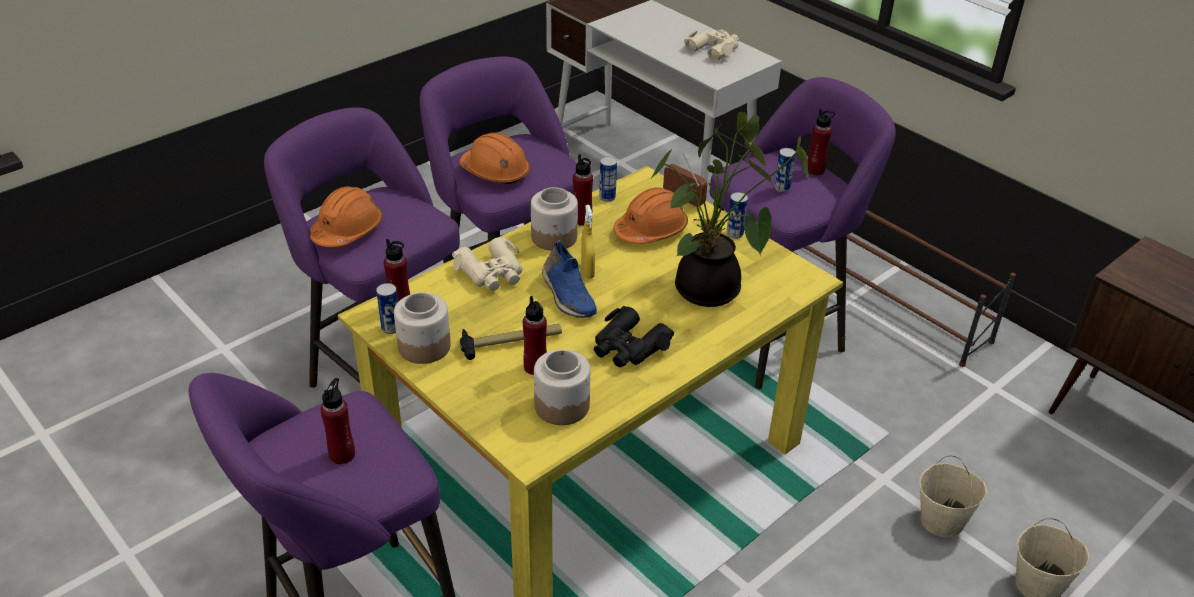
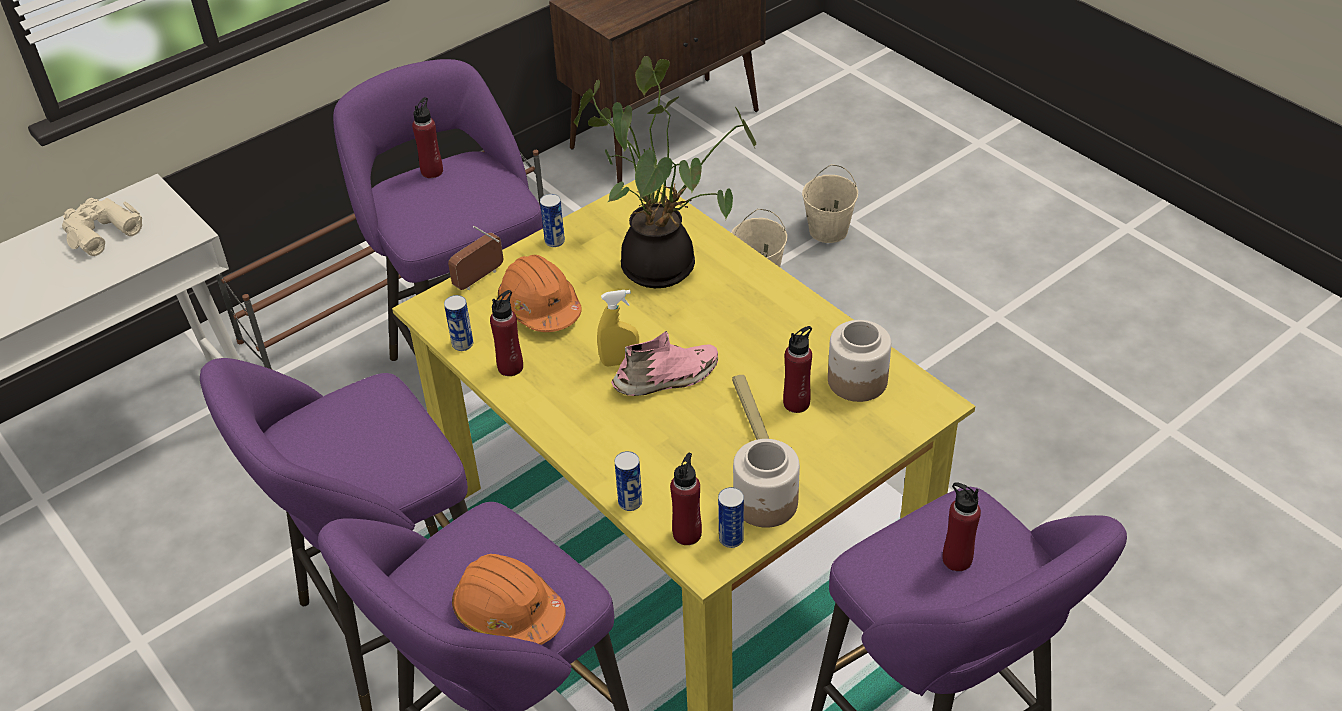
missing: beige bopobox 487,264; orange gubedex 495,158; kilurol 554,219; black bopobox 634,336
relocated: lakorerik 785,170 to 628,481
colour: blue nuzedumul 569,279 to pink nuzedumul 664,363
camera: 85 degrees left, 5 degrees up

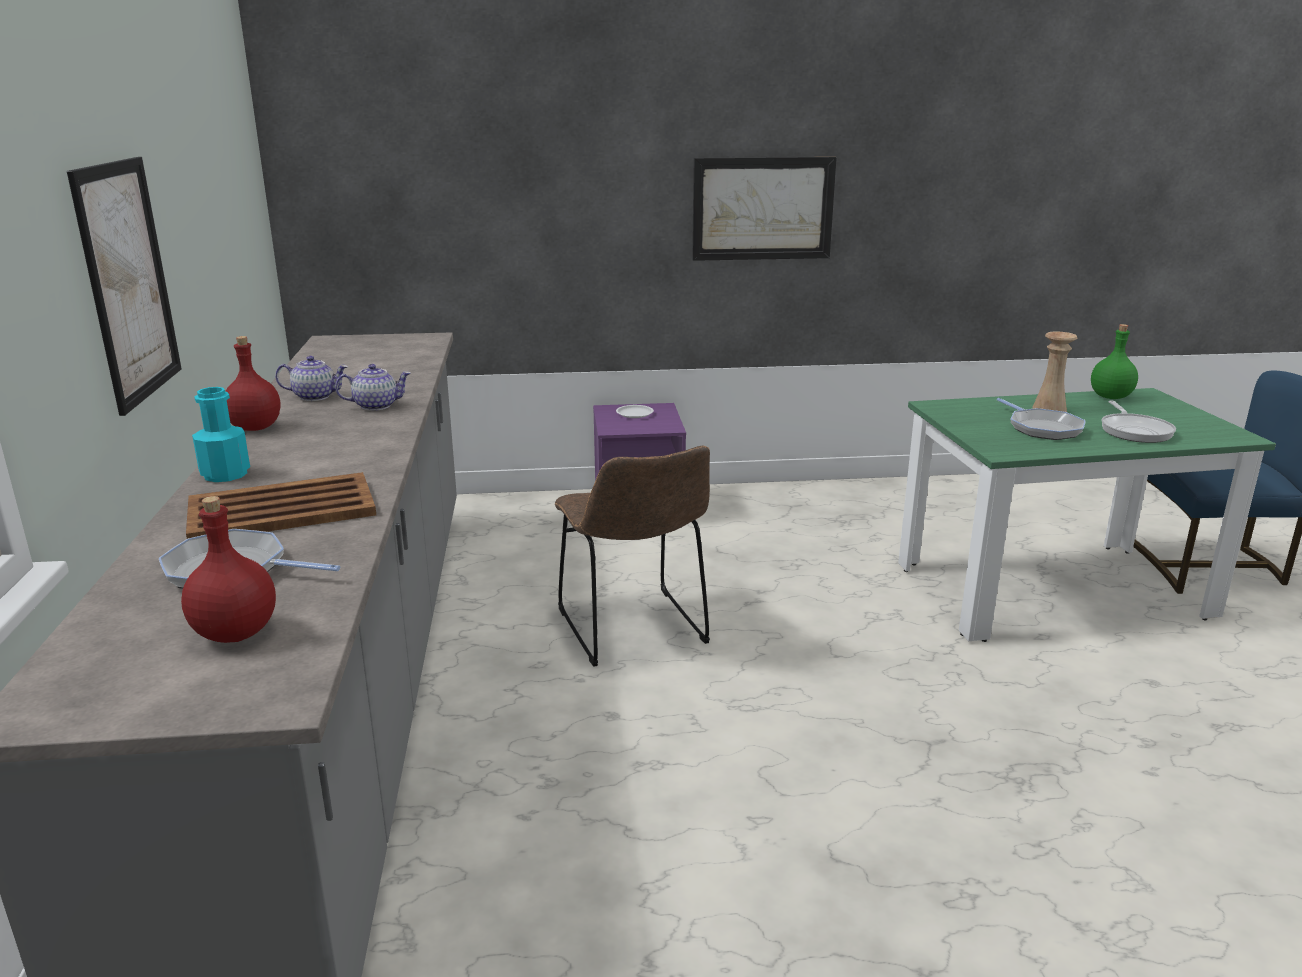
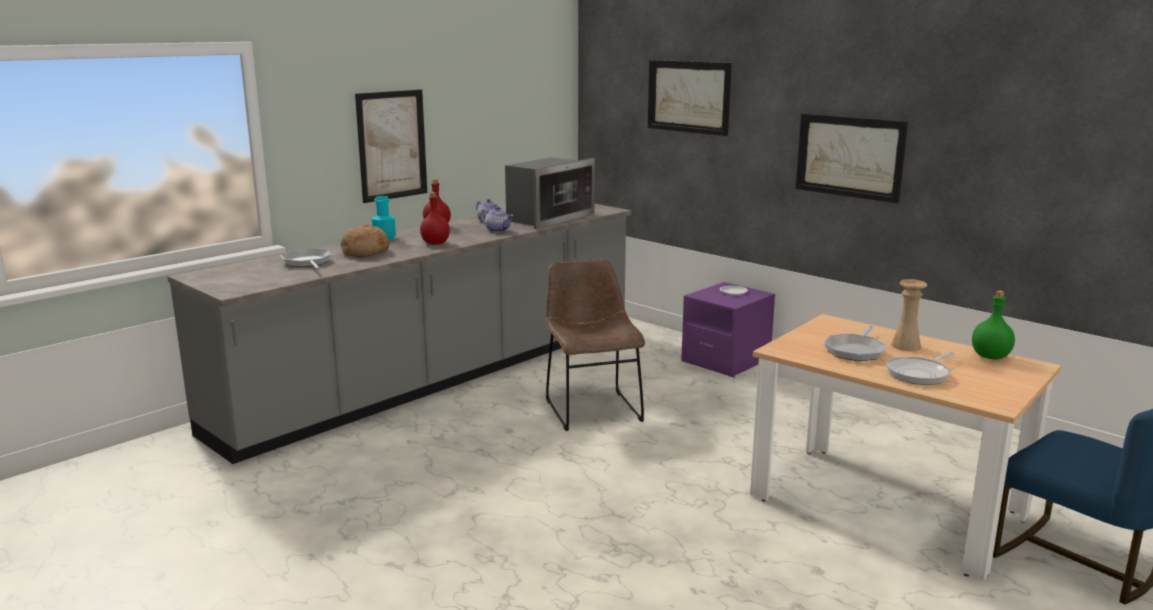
appeared: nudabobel 550,193; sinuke 690,98
relocated: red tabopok 228,569 to 435,218
exchanged: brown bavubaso 281,505 to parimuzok 365,240
colour: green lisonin 1087,515 to beige lisonin 905,447
spun: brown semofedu 632,556 = 595,345 135 degrees clockwise
camera: 50 degrees right, 5 degrees down

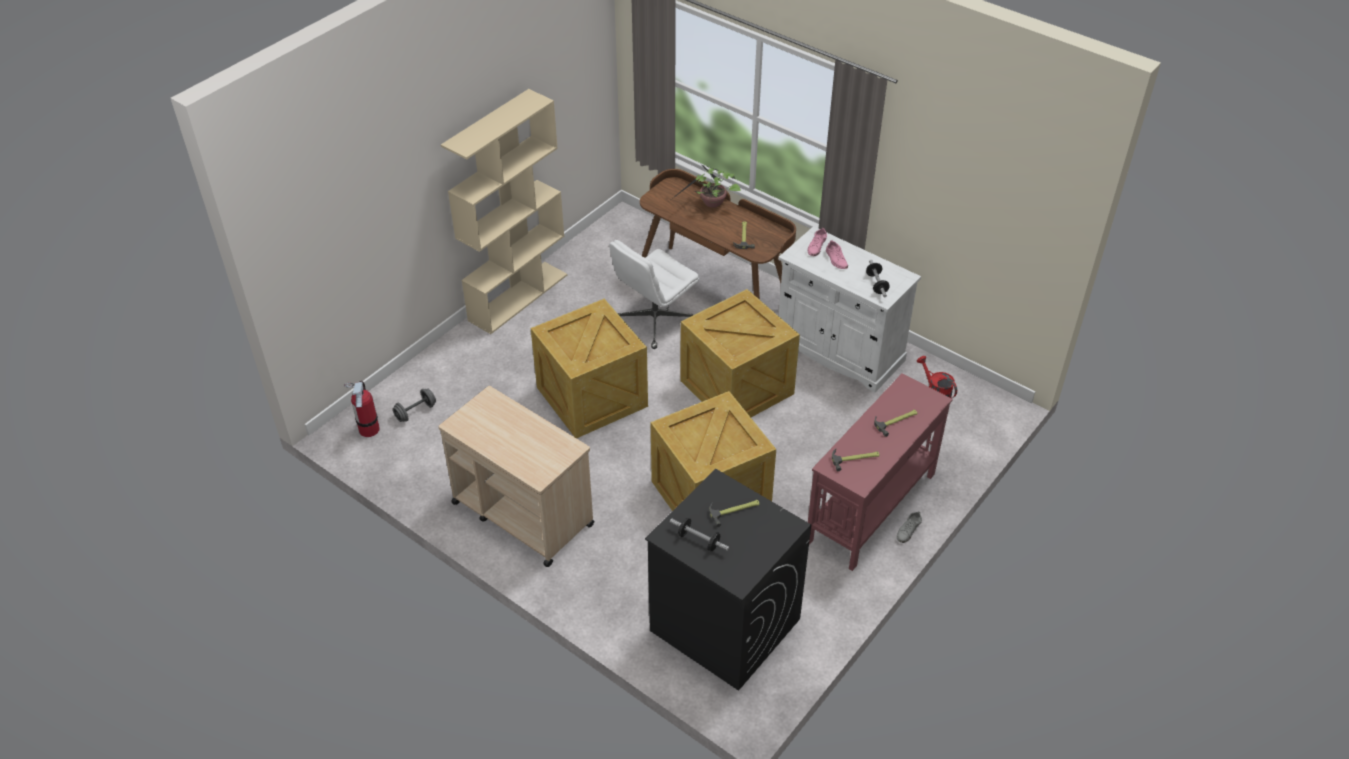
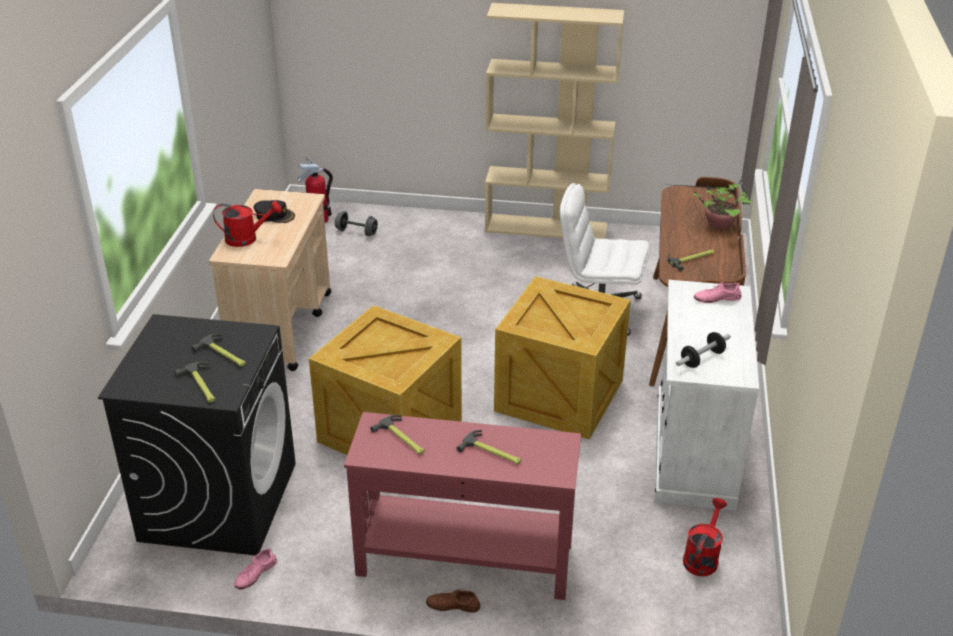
missing: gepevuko 589,368; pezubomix 699,534
appeared: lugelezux 195,382; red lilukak 247,224; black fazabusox 274,211
relocated: pink nuzedumul 837,254 to 255,569
colour: grey nuzedumul 909,527 to brown nuzedumul 453,601
camera: 60 degrees right, 10 degrees down

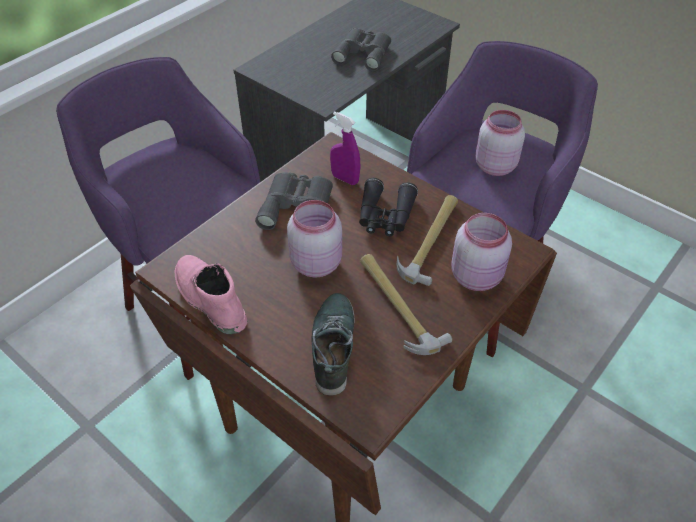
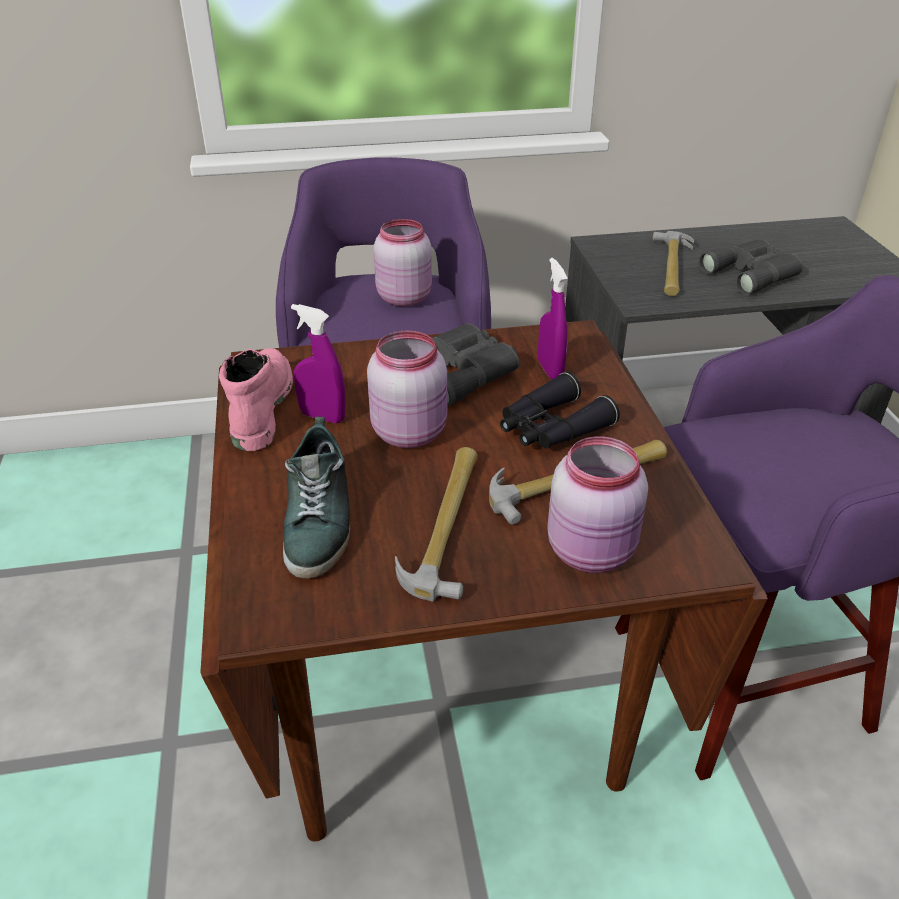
appeared: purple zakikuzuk 318,363; lugelezux 673,263
relocated: pink kilurol 500,143 to 402,262
spun: nuzedumul 333,344 = 316,497 135 degrees clockwise
camera: 40 degrees right, 10 degrees down

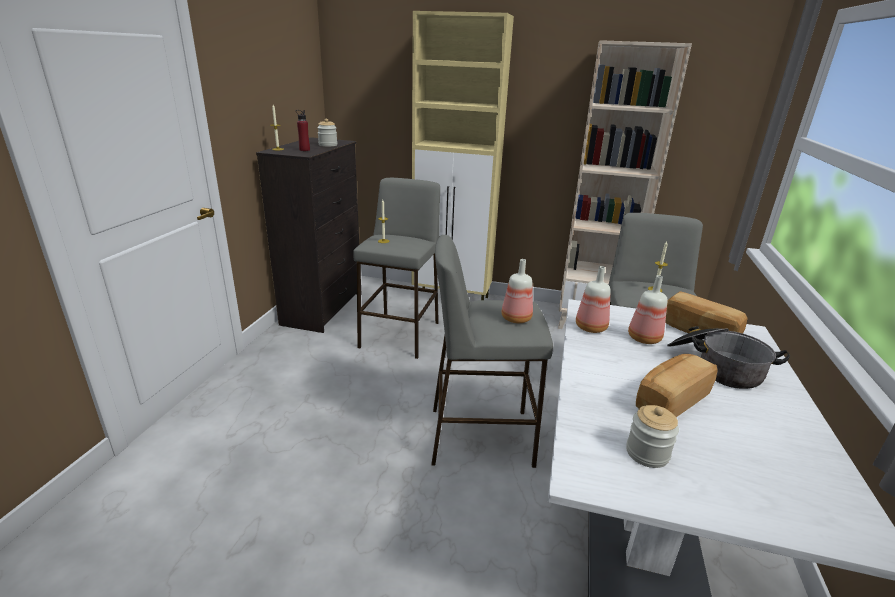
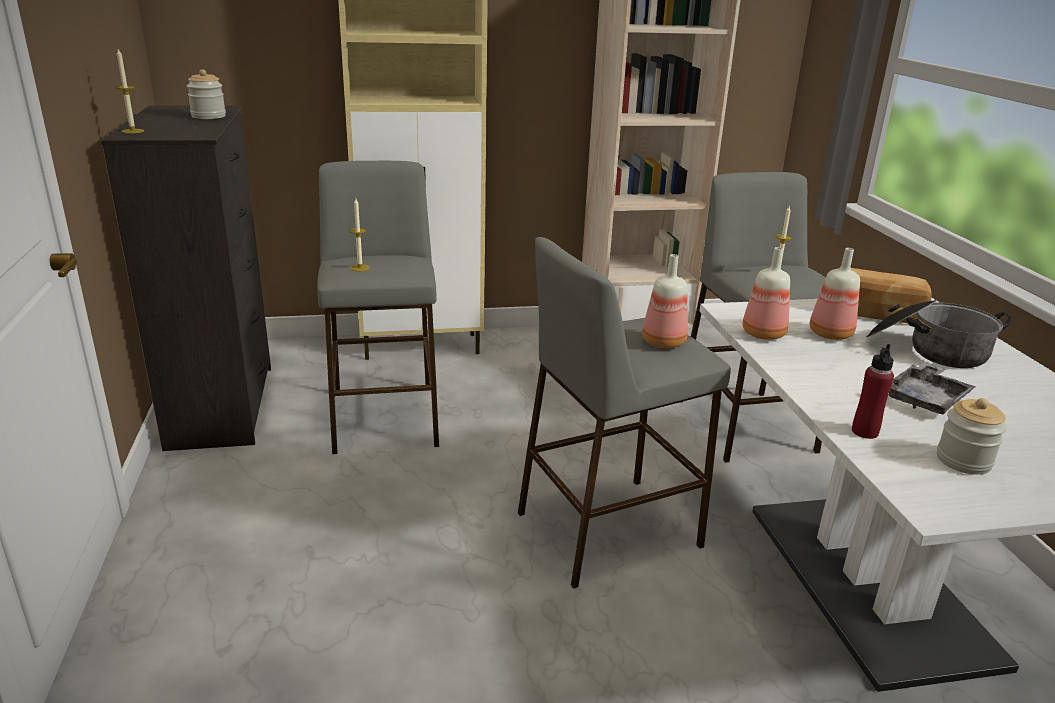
relocated: red tabopok 303,130 to 873,391
exchanged: parimuzok 676,385 to grey bavubaso 932,388
camera: 25 degrees left, 0 degrees up

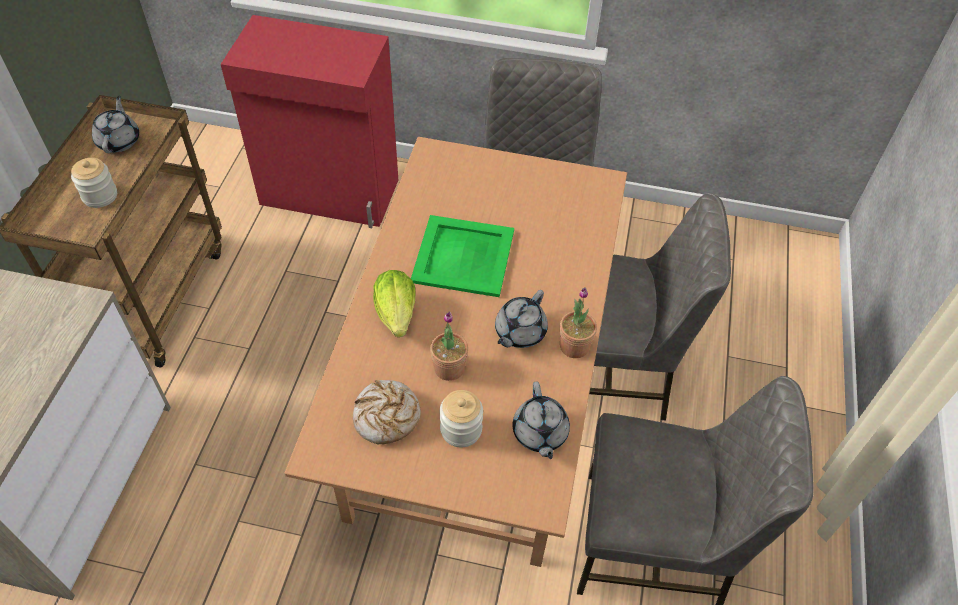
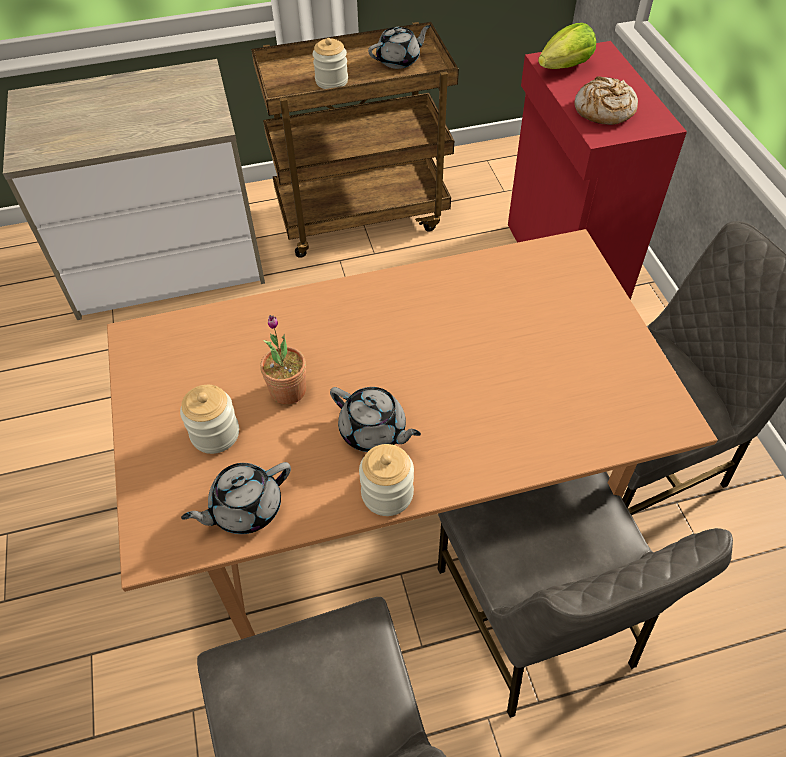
missing: green bavubaso 462,256
relocated: parimuzok 387,412 to 606,100; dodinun 394,303 to 567,46
exchanged: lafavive 578,322 to kilurol 386,480
spun: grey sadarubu 521,319 = 375,419 150 degrees counterclockwise
camera: 65 degrees right, 0 degrees up

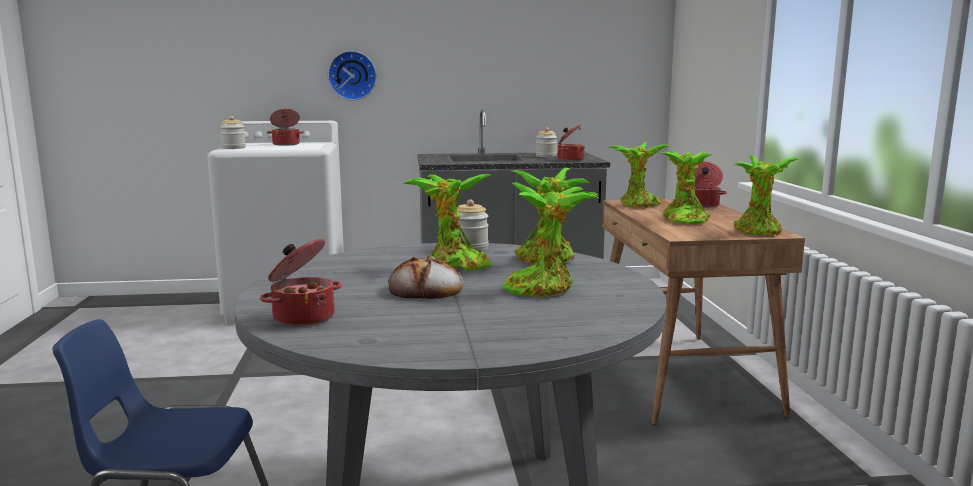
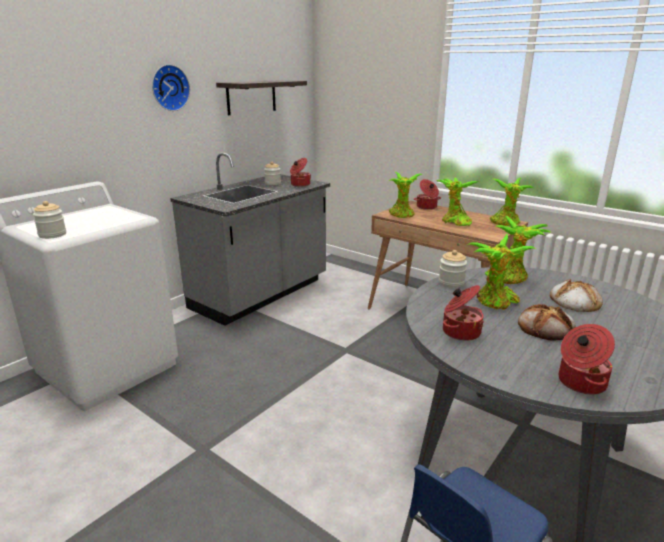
appeared: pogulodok 261,97
relocated: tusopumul 286,127 to 463,313; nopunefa 352,76 to 171,87
exchanged: lafavive 551,239 to parimuzok 576,295
camera: 45 degrees left, 10 degrees up

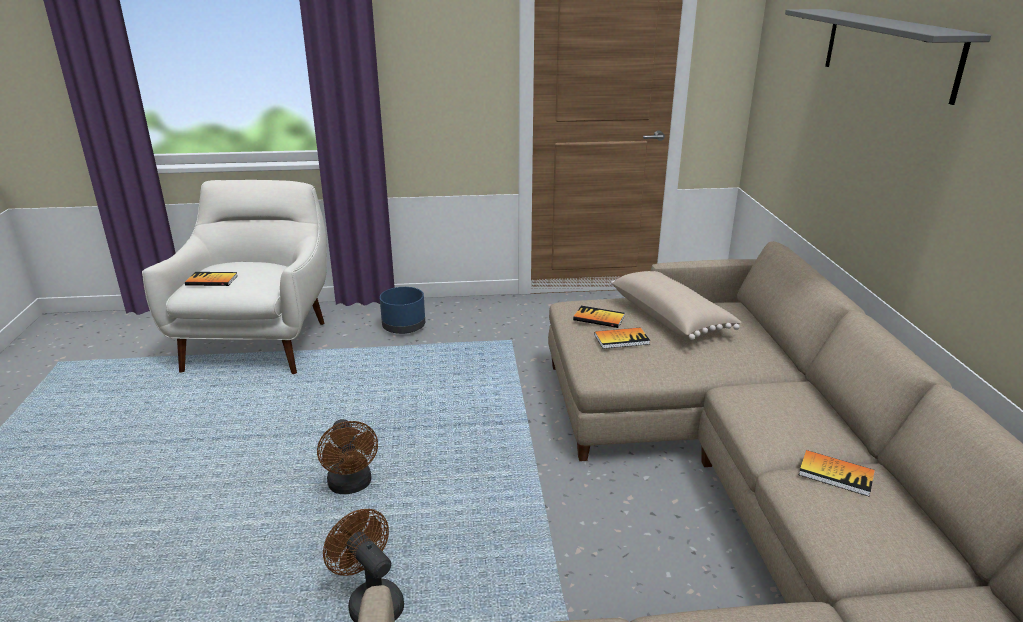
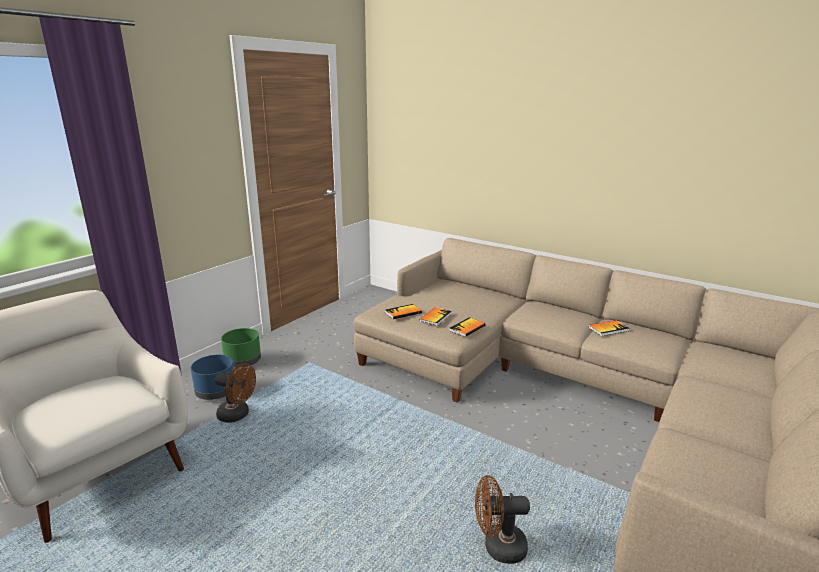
missing: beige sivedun 676,305; grey pogulodok 888,57
appeared: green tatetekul 241,348
relocated: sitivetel 211,279 to 467,327; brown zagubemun 347,456 to 235,393
camera: 50 degrees left, 5 degrees down

